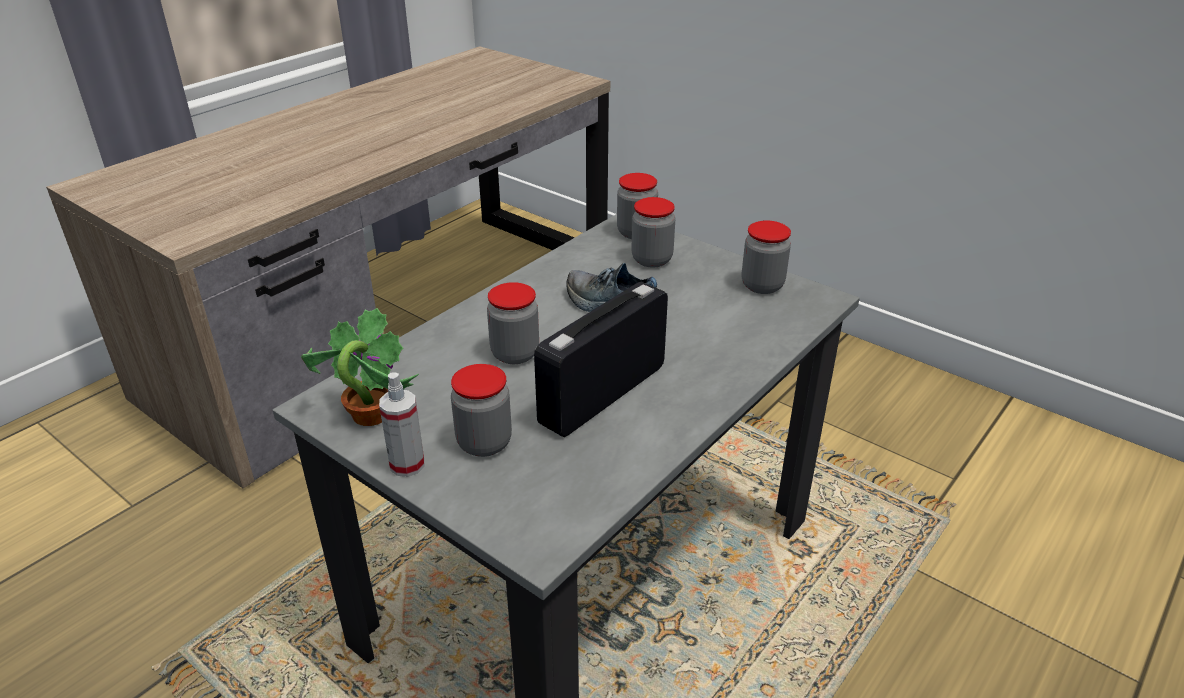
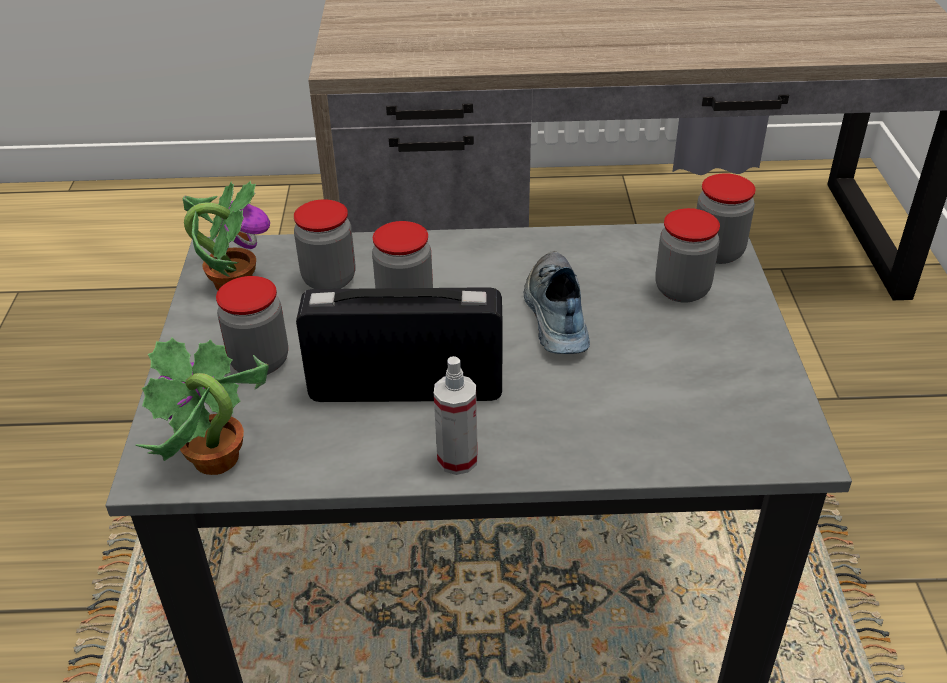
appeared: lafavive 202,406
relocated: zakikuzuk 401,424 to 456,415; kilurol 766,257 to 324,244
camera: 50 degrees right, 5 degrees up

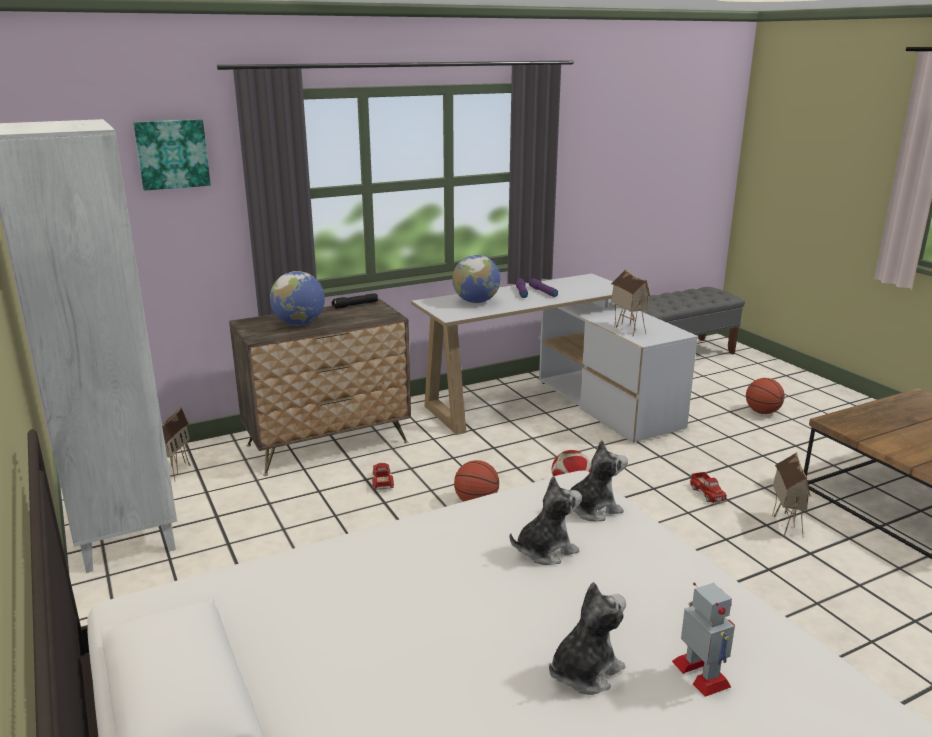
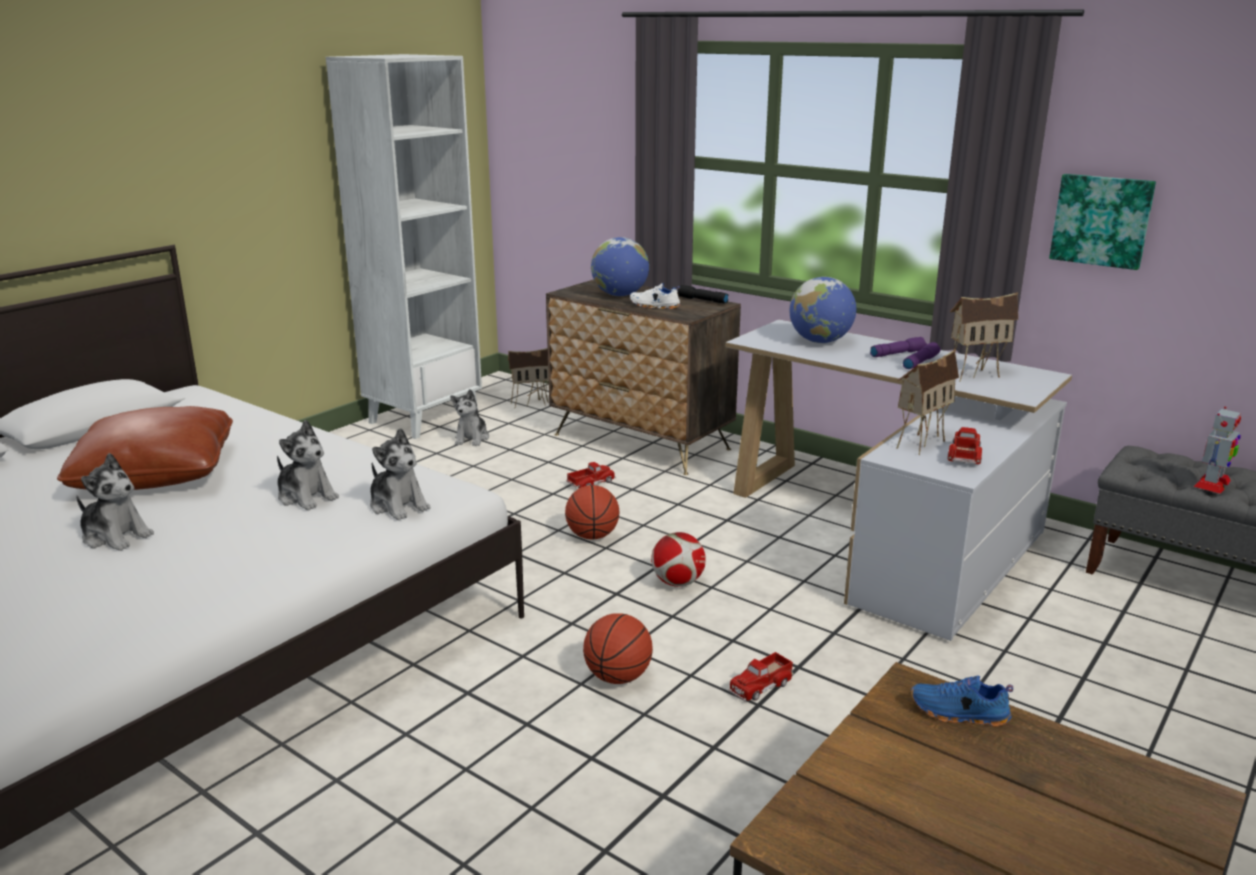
appeared: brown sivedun 145,448; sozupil 469,417; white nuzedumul 655,296; blue nuzedumul 962,701; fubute 964,445
relocated: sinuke 172,155 to 1102,222; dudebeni 703,639 to 1217,450; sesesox 765,396 to 618,648; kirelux 791,495 to 984,337
camera: 65 degrees right, 0 degrees up

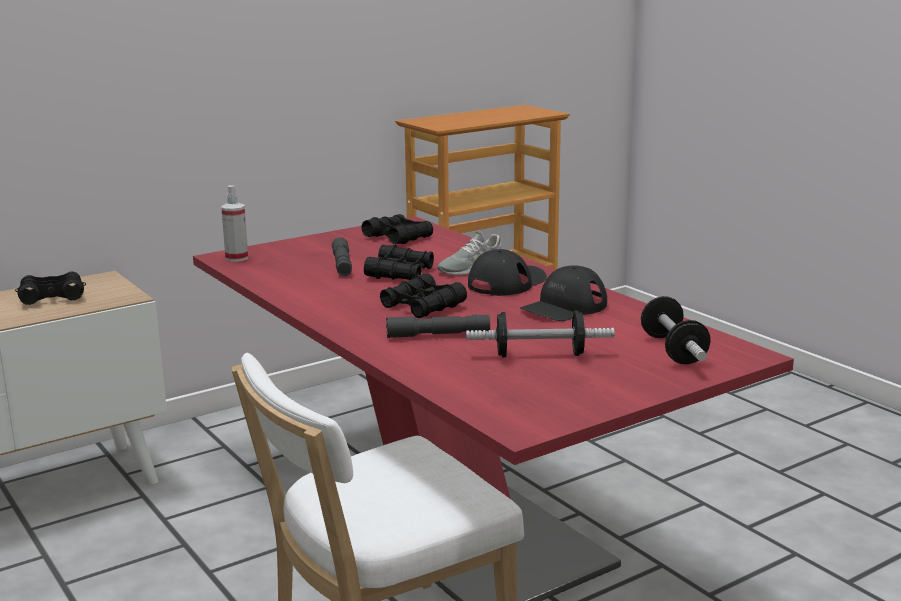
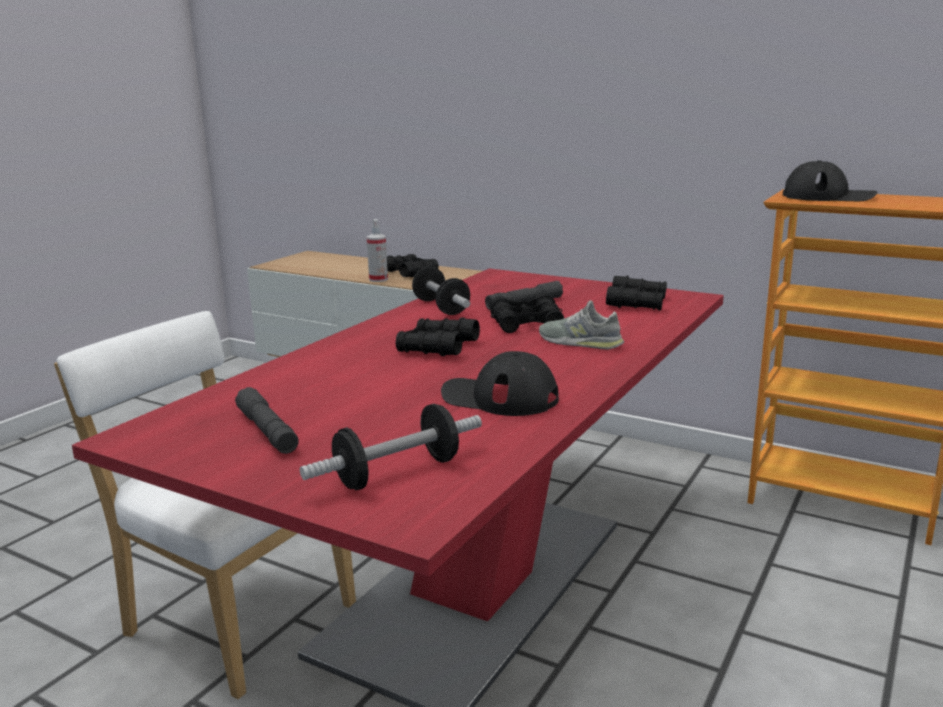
relocated: zakikuzuk 234,223 to 377,250; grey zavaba 438,326 to 267,420; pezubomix 540,334 to 441,291; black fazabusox 507,272 to 830,180
camera: 65 degrees right, 0 degrees up

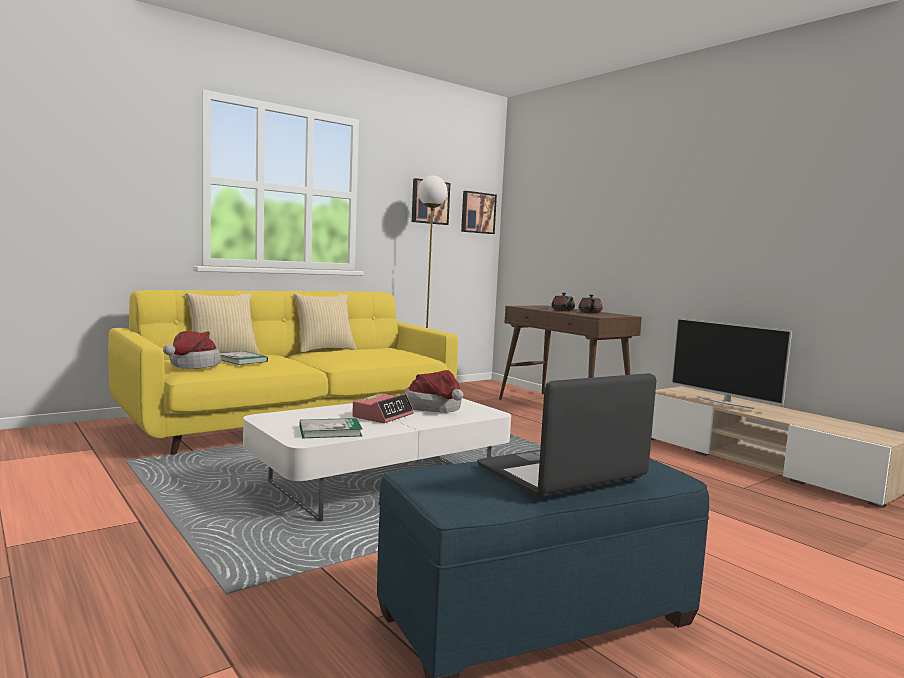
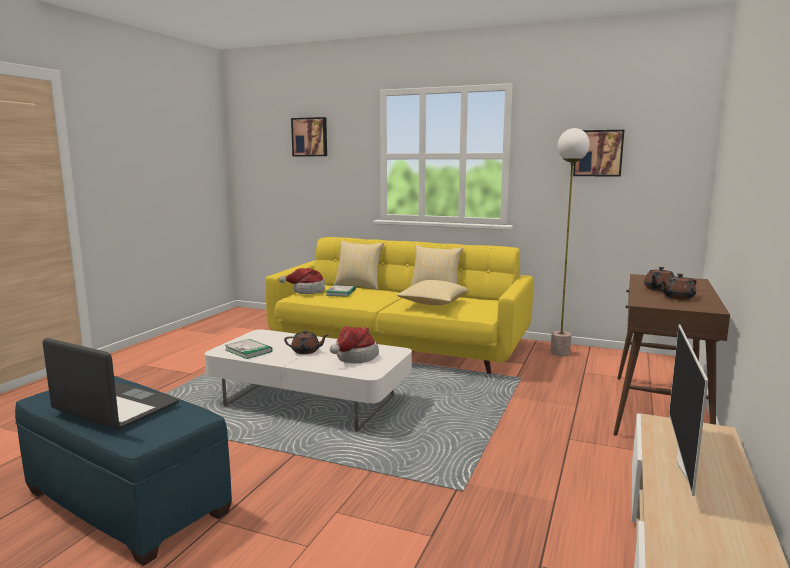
appeared: sivedun 432,292
relocated: sinuke 479,212 to 309,136
exchanged: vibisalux 383,408 to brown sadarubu 306,342
camera: 60 degrees right, 5 degrees up

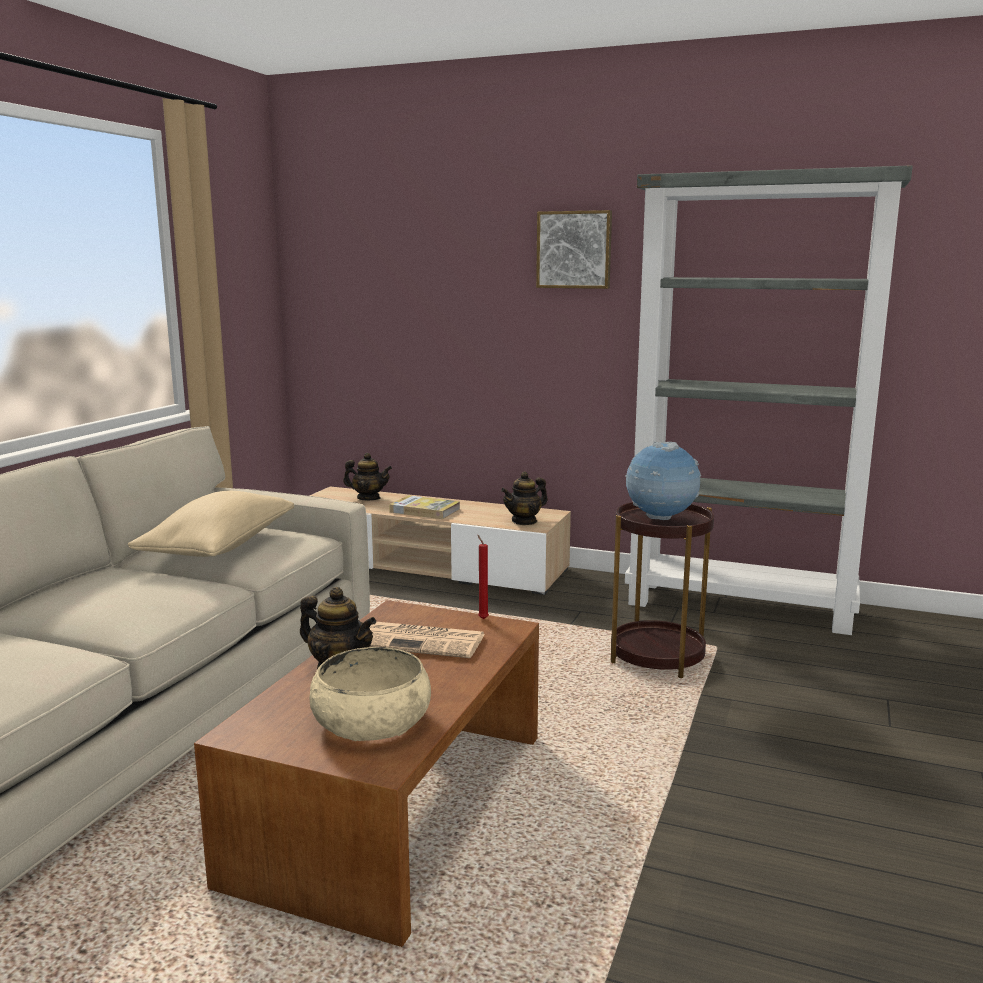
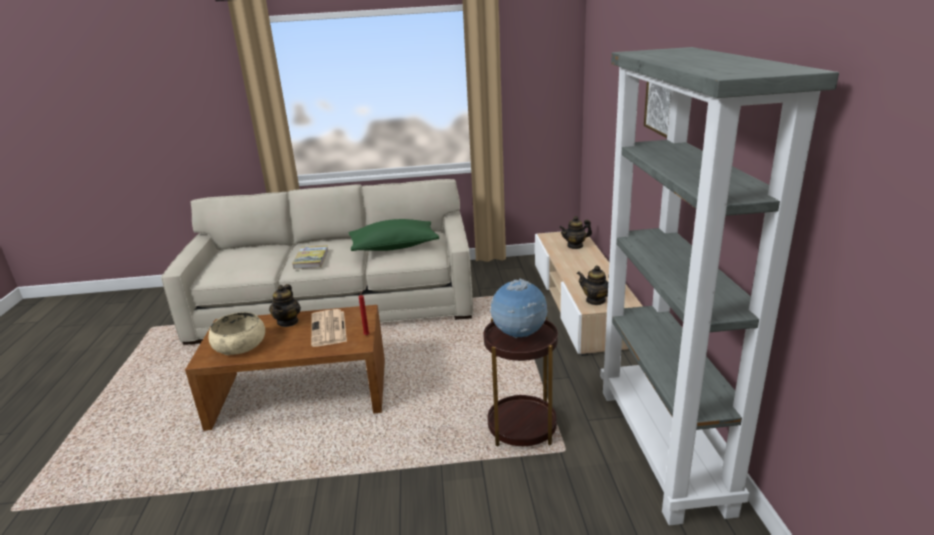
relocated: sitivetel 424,507 to 310,257
colour: beige sivedun 211,524 to green sivedun 394,235
spun: sadarubu 367,476 = 575,232 90 degrees clockwise
camera: 65 degrees right, 10 degrees up

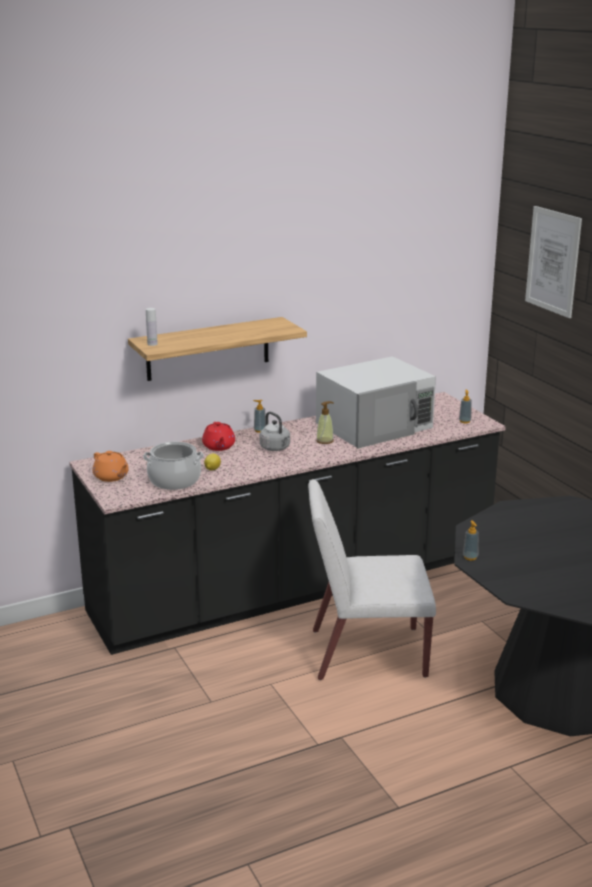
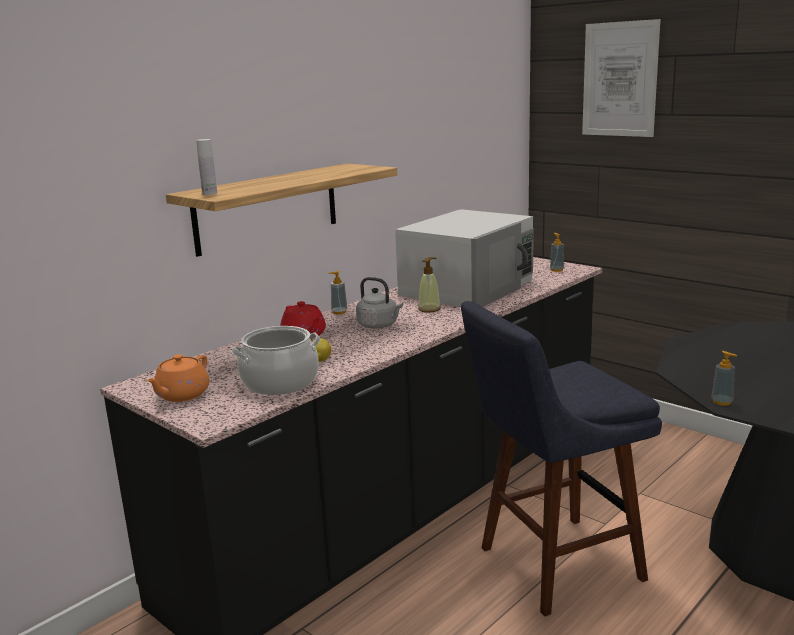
exchanged: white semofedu 372,579 to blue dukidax 561,459
spun: orange sadarubu 111,466 = 177,378 90 degrees clockwise
camera: 20 degrees left, 5 degrees down

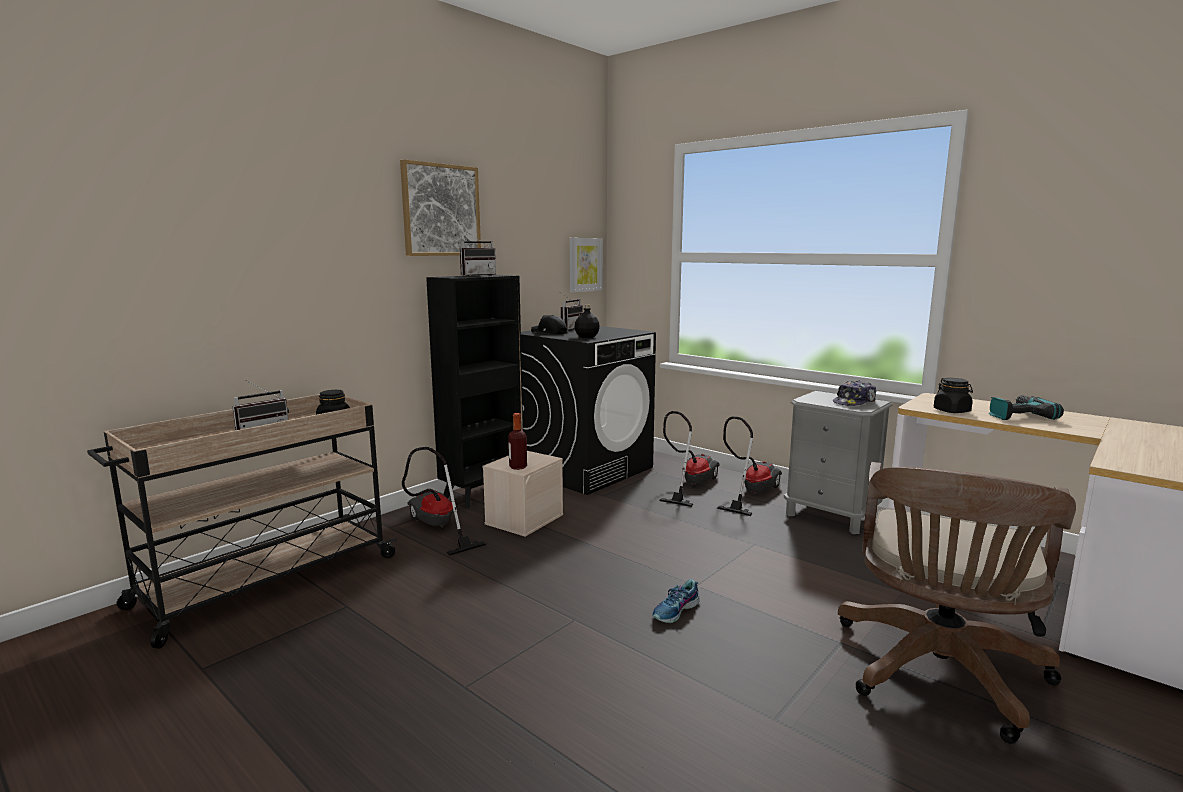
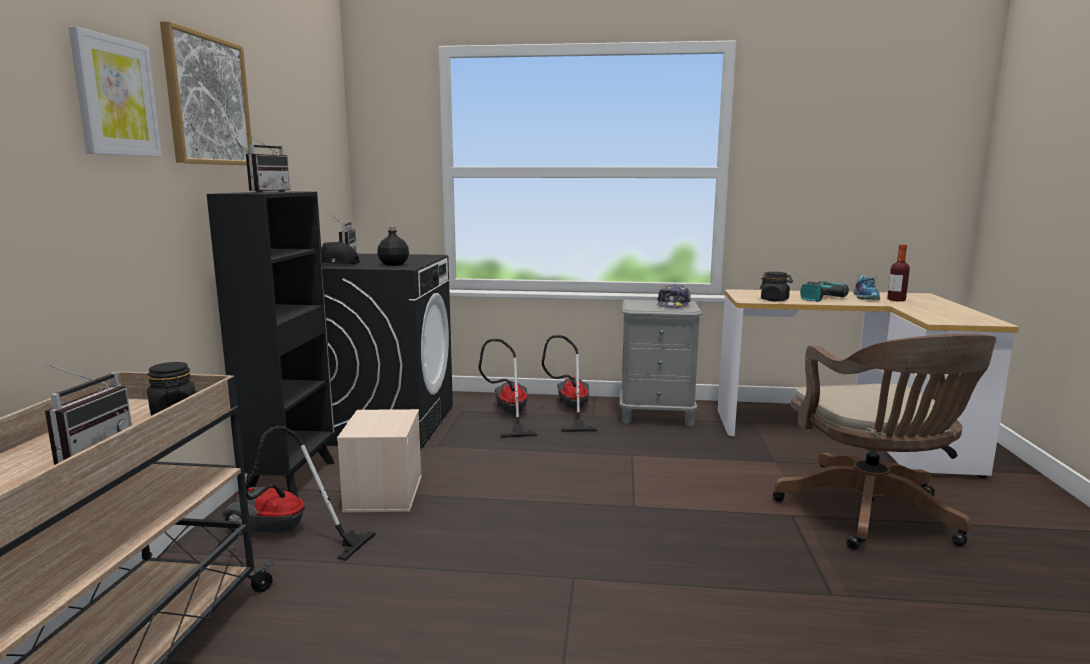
relocated: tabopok 517,441 to 898,273; sinuke 586,265 to 115,91; nuzedumul 676,601 to 866,287
camera: 35 degrees left, 0 degrees up

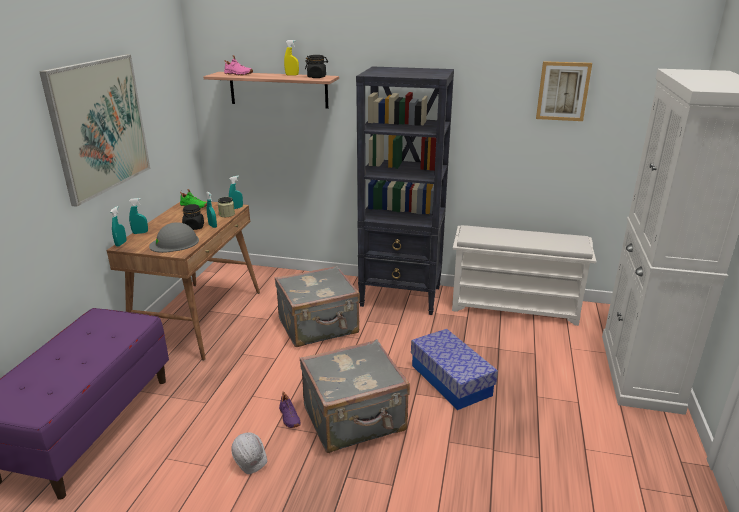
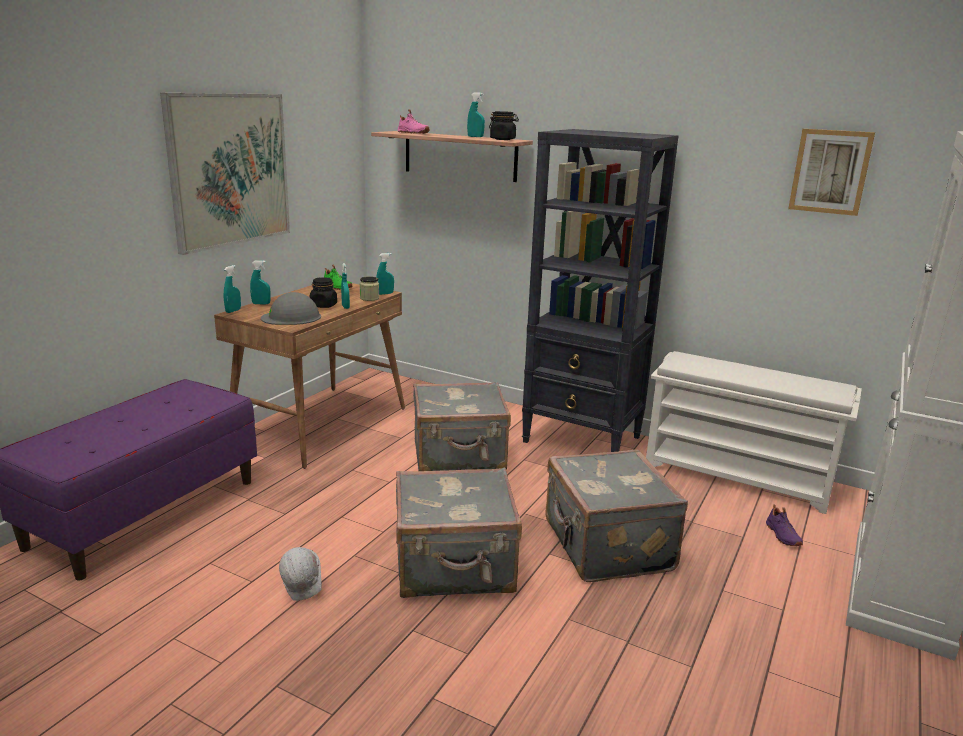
relocated: purple nuzedumul 290,410 to 784,525
exchanged: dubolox 454,369 to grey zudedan 616,516
colour: yellow zakikuzuk 291,58 to turquoise zakikuzuk 476,115
camera: 15 degrees right, 5 degrees down

